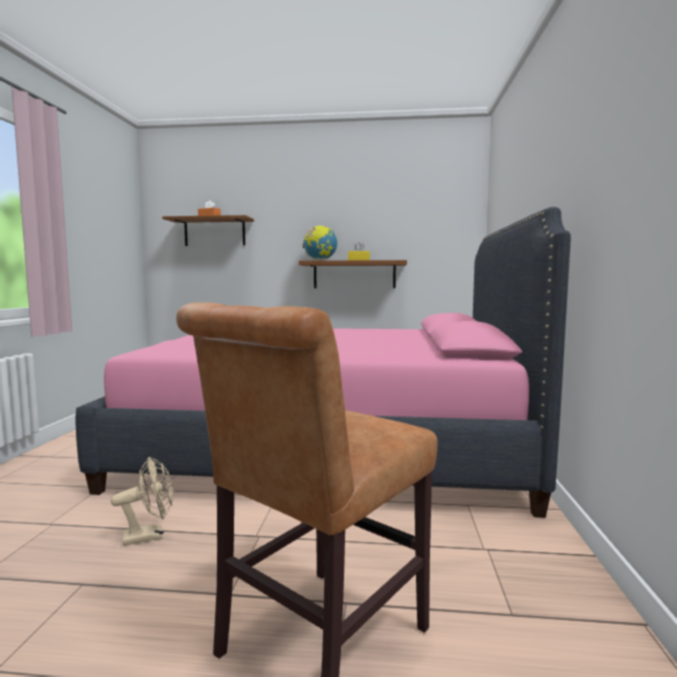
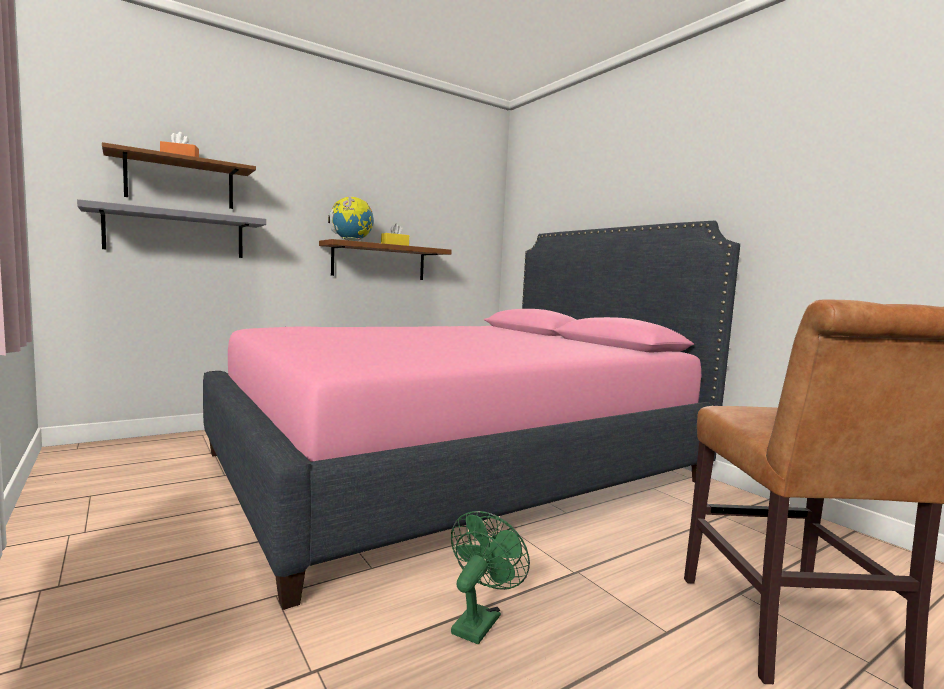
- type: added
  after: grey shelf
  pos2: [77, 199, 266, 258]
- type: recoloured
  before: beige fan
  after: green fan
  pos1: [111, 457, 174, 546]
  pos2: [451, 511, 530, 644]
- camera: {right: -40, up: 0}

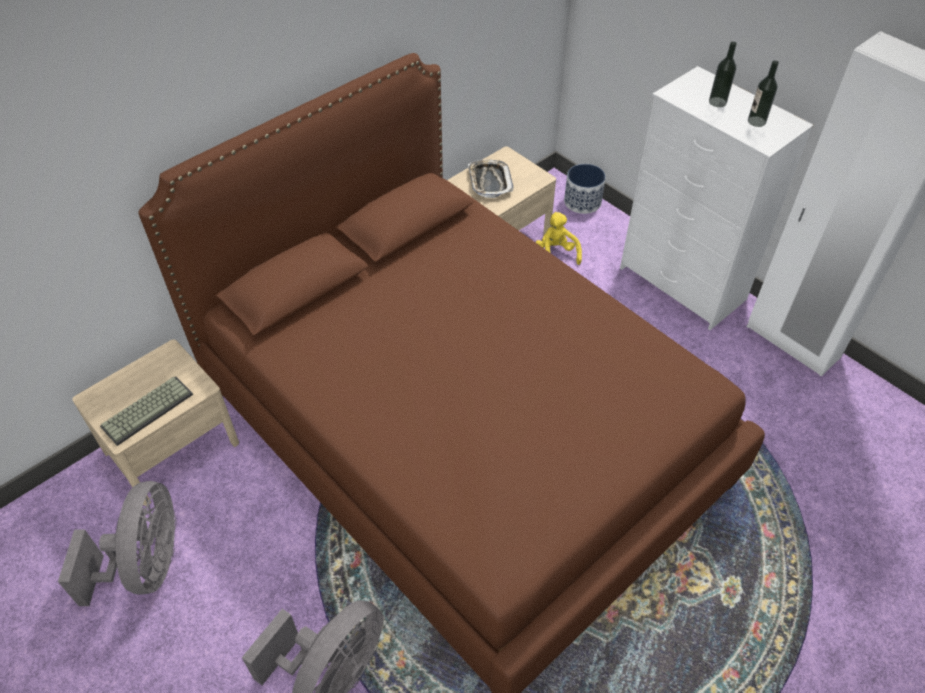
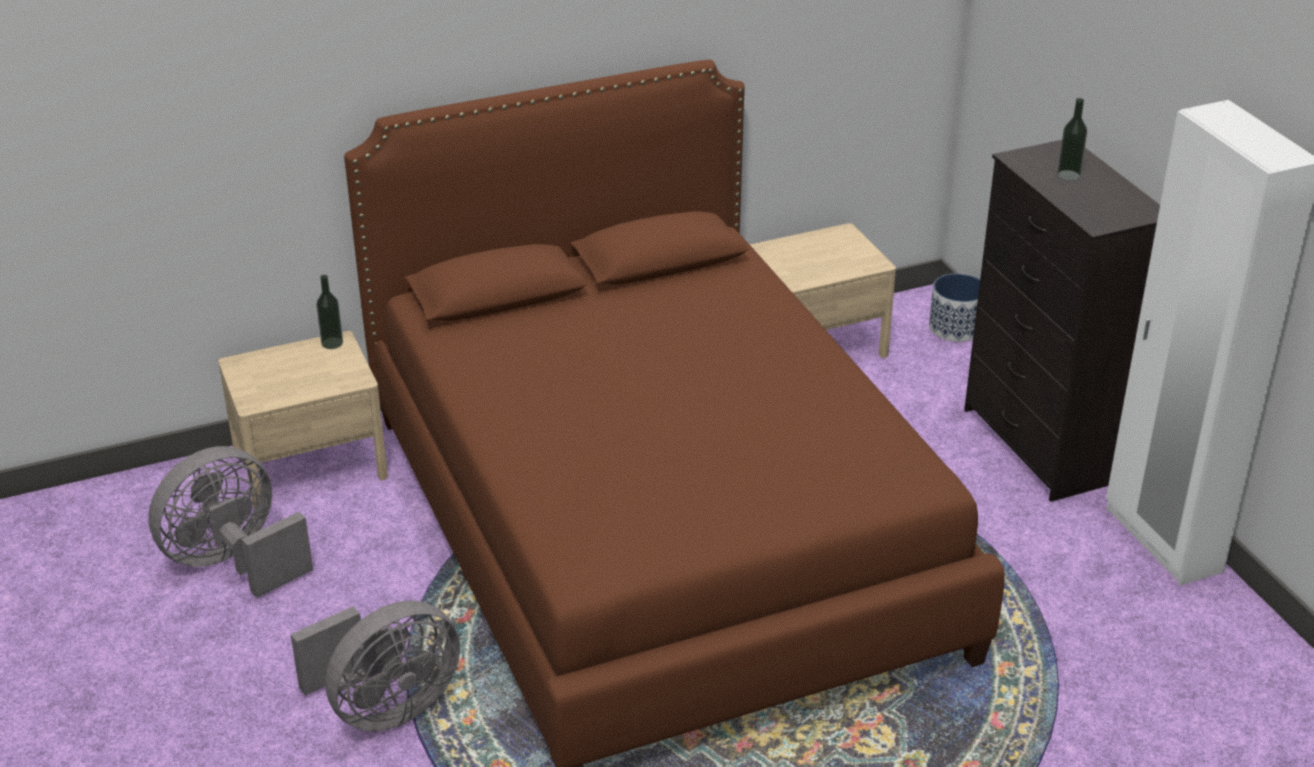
- type: removed
  before: keyboard
  pos1: [100, 376, 193, 446]
- type: removed
  before: tray
  pos1: [468, 160, 513, 198]
- type: removed
  before: yellow plush toy
  pos1: [535, 212, 582, 265]
- type: moved
  before: bottle
  pos1: [748, 60, 779, 127]
  pos2: [316, 275, 343, 349]
- type: recoloured
  before: white dresser
  after: black dresser
  pos1: [620, 66, 814, 330]
  pos2: [964, 140, 1160, 502]
- type: turned
  before: grey fan
  pos1: [58, 481, 176, 606]
  pos2: [148, 446, 313, 598]
  turn: -150
- camera: {right: 20, up: -15}

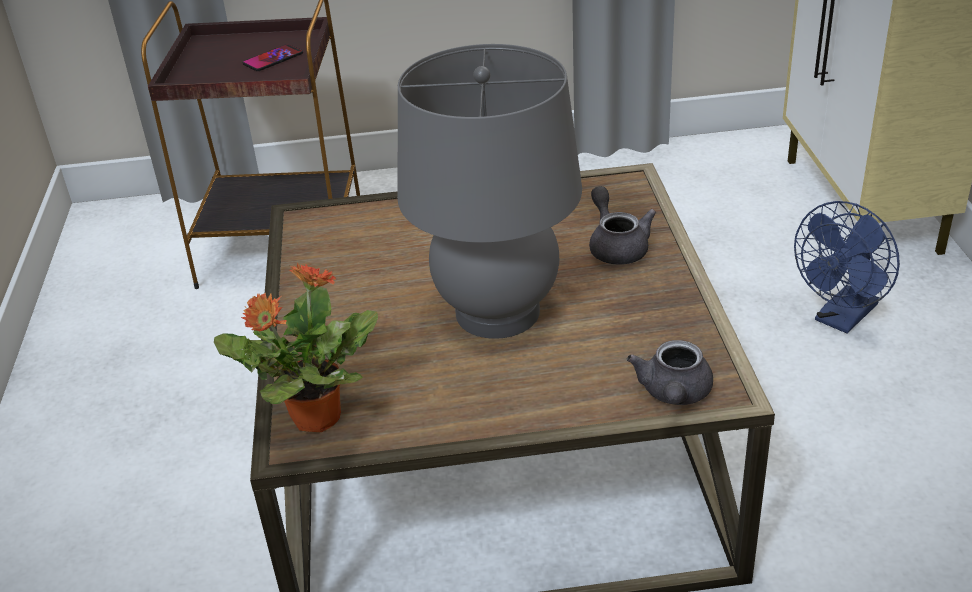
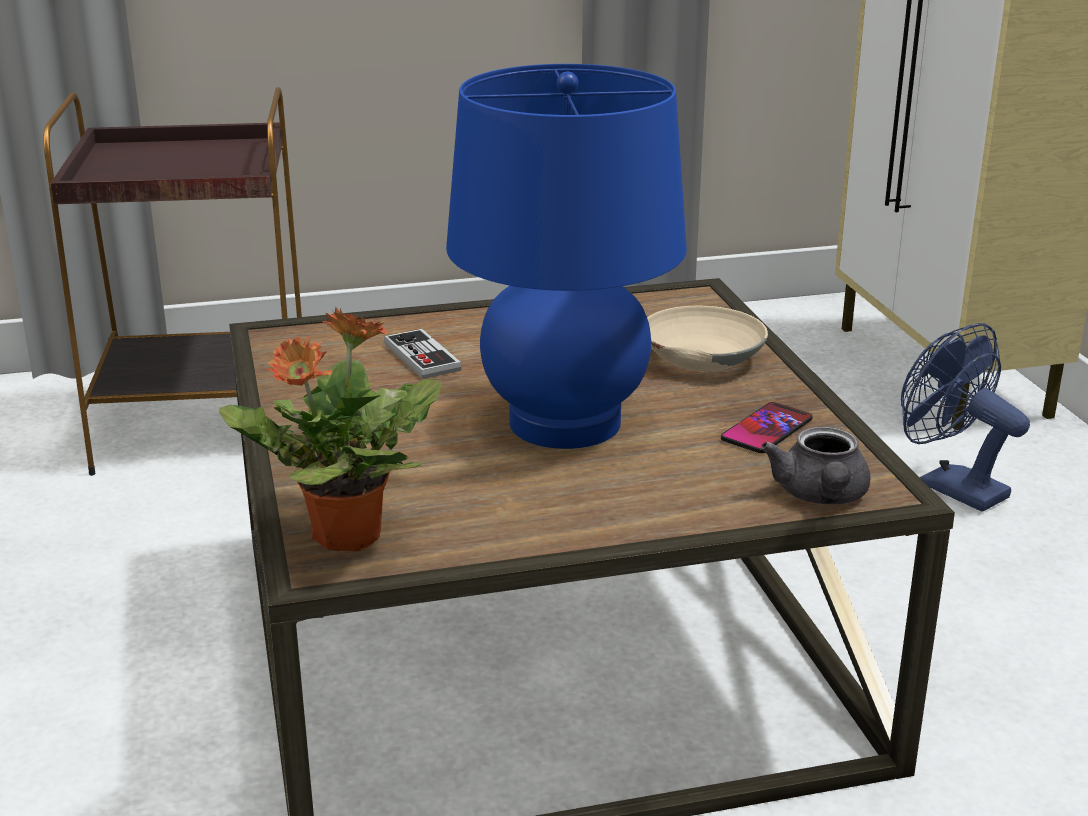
- type: added
  after: game controller
  pos2: [384, 329, 462, 379]
- type: moved
  before: phone
  pos1: [242, 44, 303, 71]
  pos2: [721, 402, 813, 453]
- type: replaced
  before: grey teapot
  after: beige bowl
  pos1: [589, 186, 656, 265]
  pos2: [647, 306, 768, 371]
- type: recoloured
  before: grey table lamp
  after: blue table lamp
  pos1: [398, 44, 582, 339]
  pos2: [446, 64, 687, 449]
- type: turned
  before: blue fan
  pos1: [794, 201, 900, 334]
  pos2: [901, 323, 1030, 512]
  turn: 105
- camera: {right: -10, up: -10}

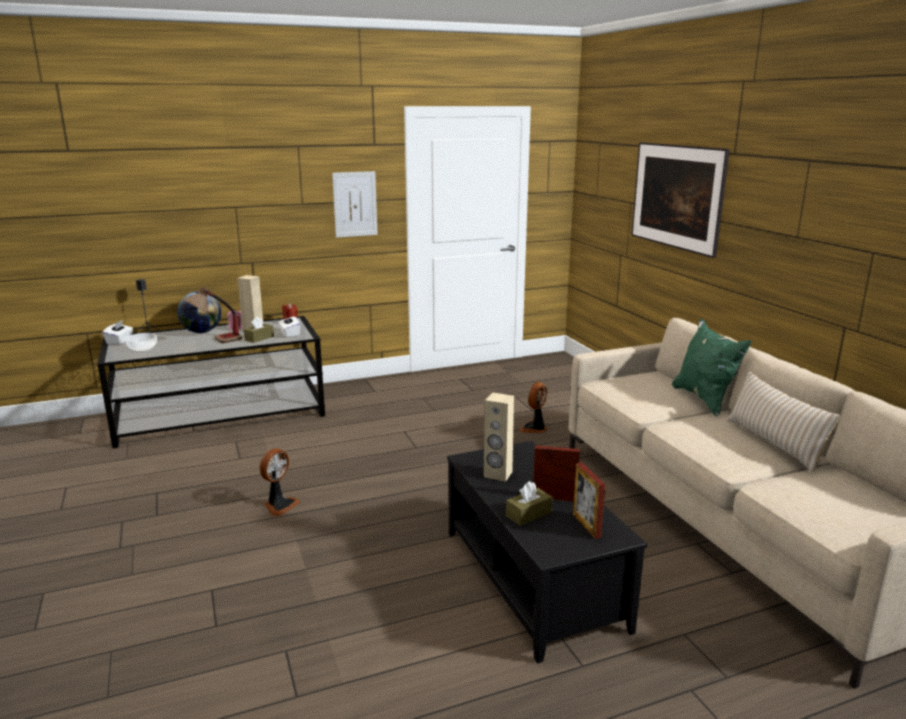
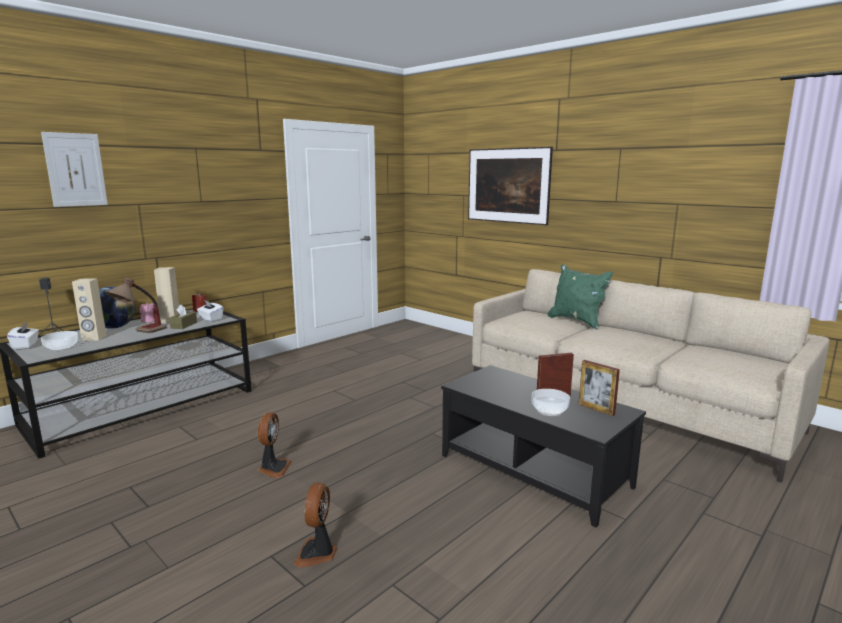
- type: removed
  before: beige pillow
  pos1: [727, 371, 841, 472]
- type: moved
  before: picture
  pos1: [332, 171, 378, 238]
  pos2: [41, 132, 108, 207]
- type: moved
  before: beige speaker
  pos1: [484, 392, 514, 482]
  pos2: [72, 279, 107, 341]
- type: moved
  before: fan
  pos1: [519, 382, 548, 433]
  pos2: [294, 482, 337, 567]
- type: replaced
  before: brown tissue box
  after: bowl
  pos1: [506, 481, 553, 526]
  pos2: [532, 389, 570, 416]
- camera: {right: -25, up: -5}

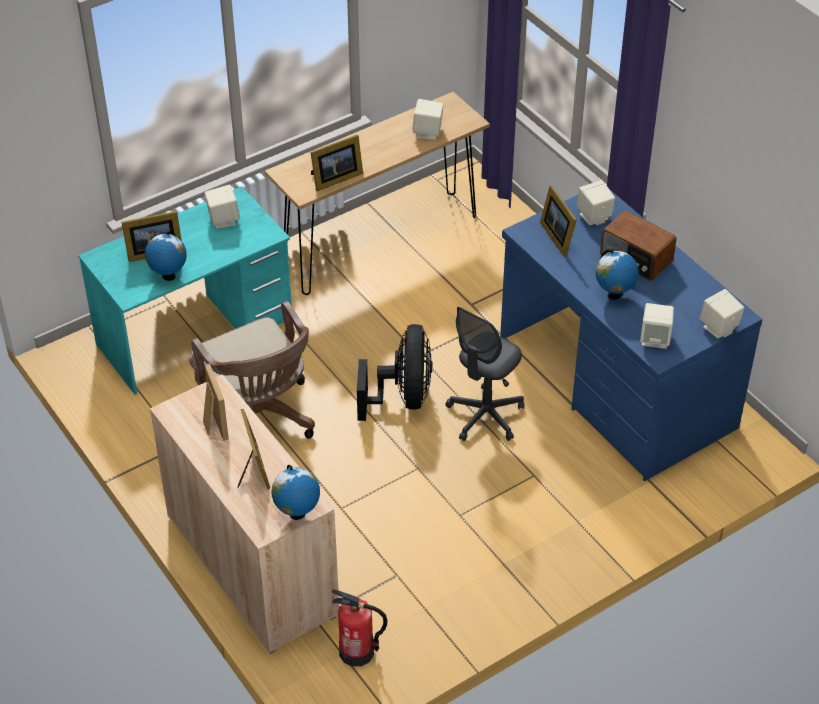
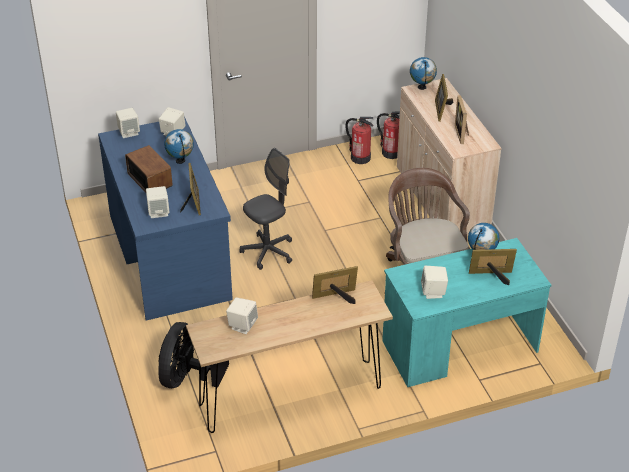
- type: added
  after: fire extinguisher
  pos2: [345, 117, 374, 164]
- type: moved
  before: black fan
  pos1: [357, 324, 432, 421]
  pos2: [158, 322, 229, 388]
- camera: {right: -165, up: -5}

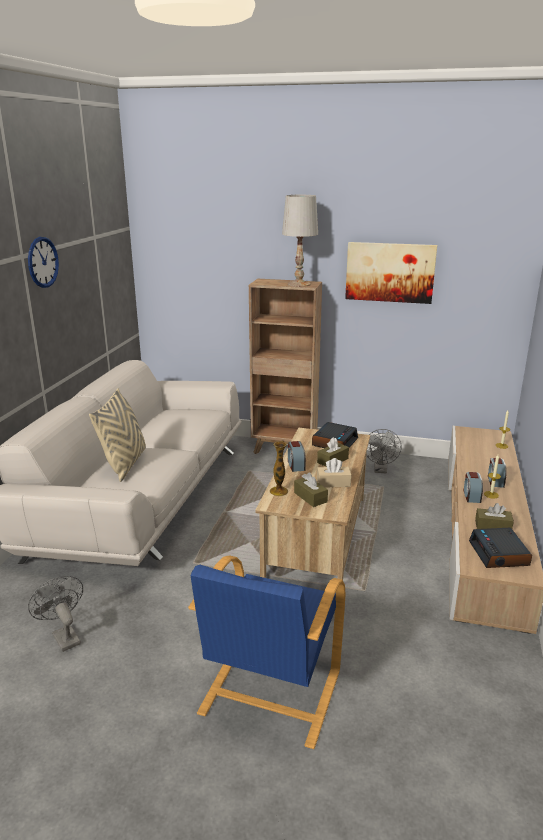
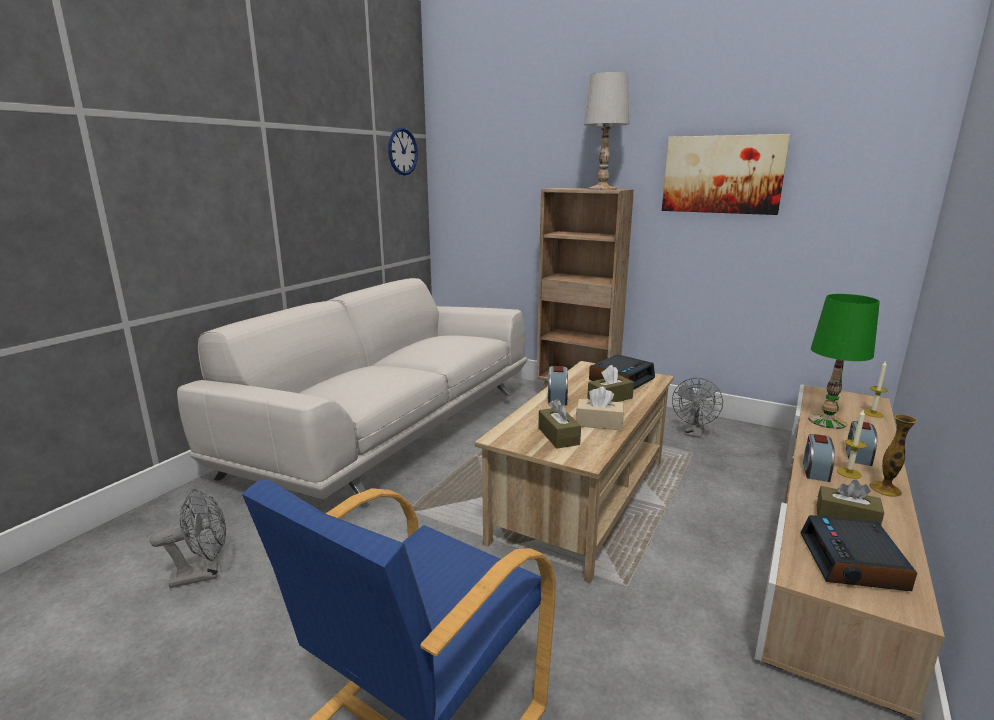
- type: removed
  before: beige pillow
  pos1: [89, 388, 146, 482]
- type: added
  after: green table lamp
  pos2: [808, 294, 880, 429]
- type: moved
  before: wall clock
  pos1: [28, 237, 59, 288]
  pos2: [388, 127, 418, 175]
- type: moved
  before: vase
  pos1: [270, 442, 288, 496]
  pos2: [869, 414, 918, 497]
- type: turned
  before: grey fan
  pos1: [28, 576, 83, 652]
  pos2: [150, 489, 226, 588]
  turn: 90
- camera: {right: 15, up: -5}

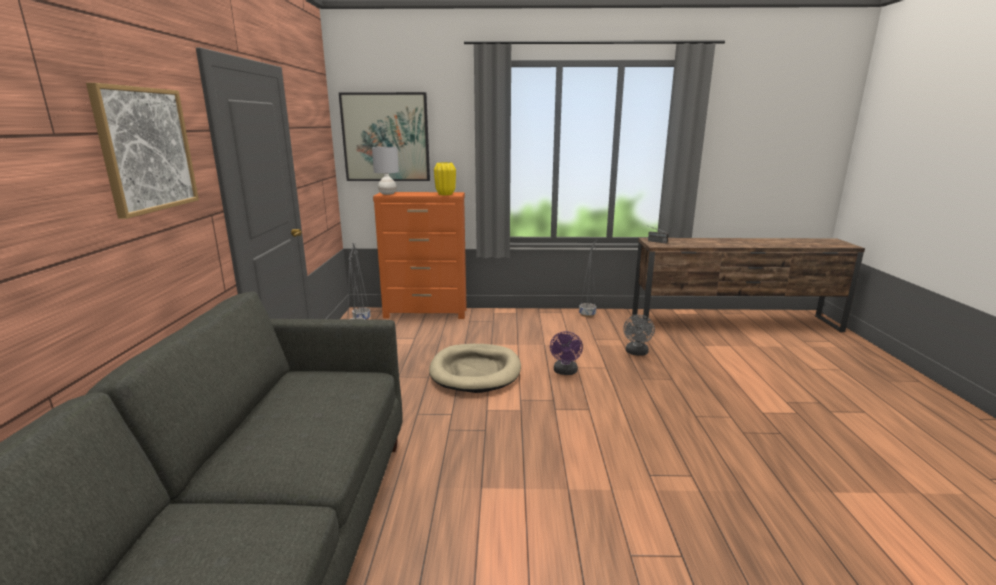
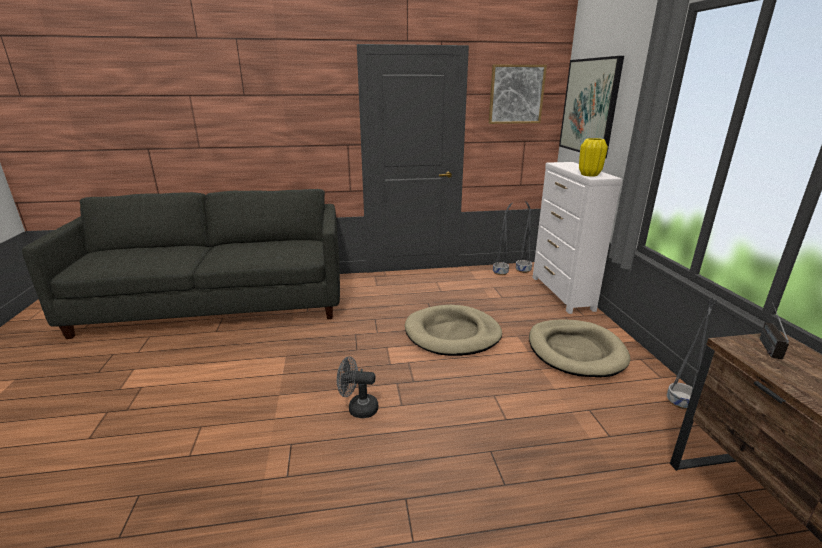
- type: removed
  before: grey table lamp
  pos1: [372, 147, 399, 195]
- type: removed
  before: purple fan
  pos1: [550, 331, 583, 375]
- type: added
  after: beige dog bed
  pos2: [529, 319, 631, 377]
- type: moved
  before: picture
  pos1: [86, 83, 199, 219]
  pos2: [489, 65, 547, 124]
- type: moved
  before: grey fan
  pos1: [623, 315, 655, 356]
  pos2: [337, 356, 378, 418]
- type: recoloured
  before: orange dresser
  after: white dresser
  pos1: [373, 192, 467, 319]
  pos2: [533, 162, 622, 314]
- camera: {right: 80, up: 5}

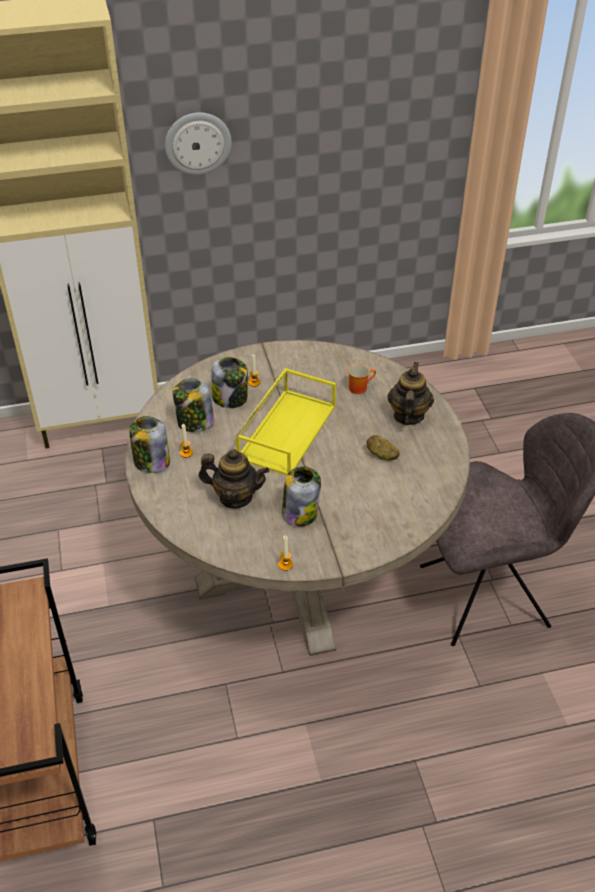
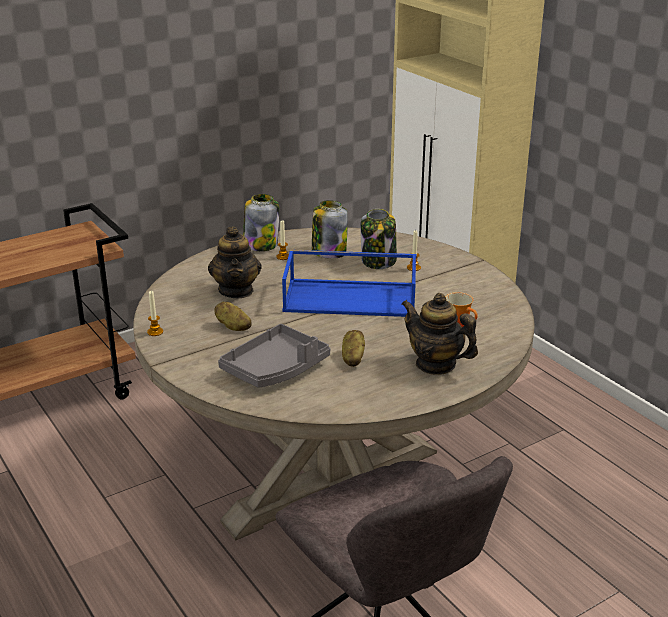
- type: removed
  before: wall clock
  pos1: [165, 113, 232, 175]
- type: added
  after: grey tray
  pos2: [218, 324, 330, 388]
- type: replaced
  before: jar
  after: potato
  pos1: [282, 466, 321, 527]
  pos2: [214, 302, 252, 331]
- type: recoloured
  before: yellow tray
  after: blue tray
  pos1: [236, 368, 336, 476]
  pos2: [282, 250, 416, 317]
- type: turned
  before: teapot
  pos1: [388, 362, 434, 425]
  pos2: [402, 293, 478, 375]
  turn: -135
- camera: {right: 70, up: -15}

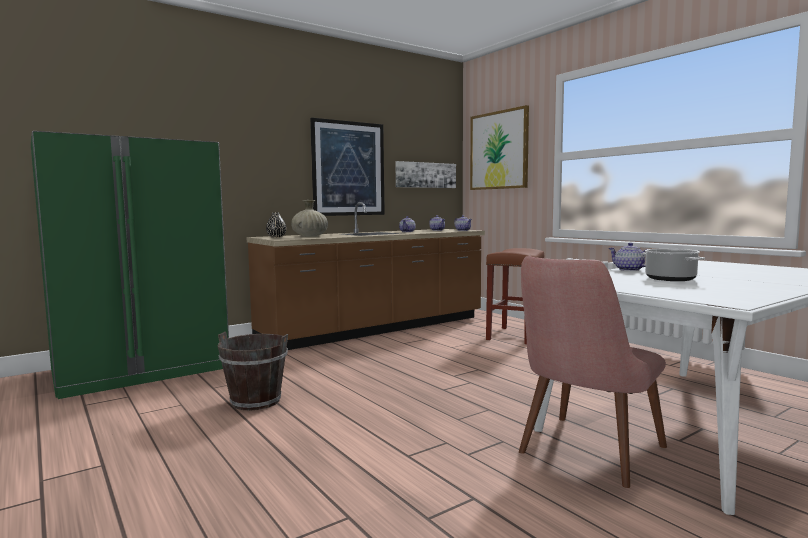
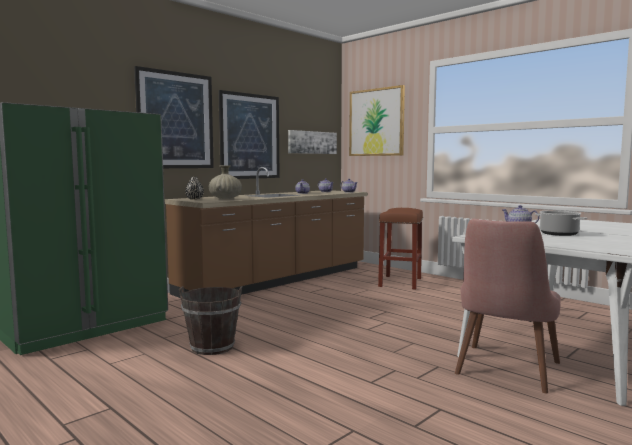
- type: added
  after: picture
  pos2: [134, 66, 214, 168]
- camera: {right: -10, up: 0}

